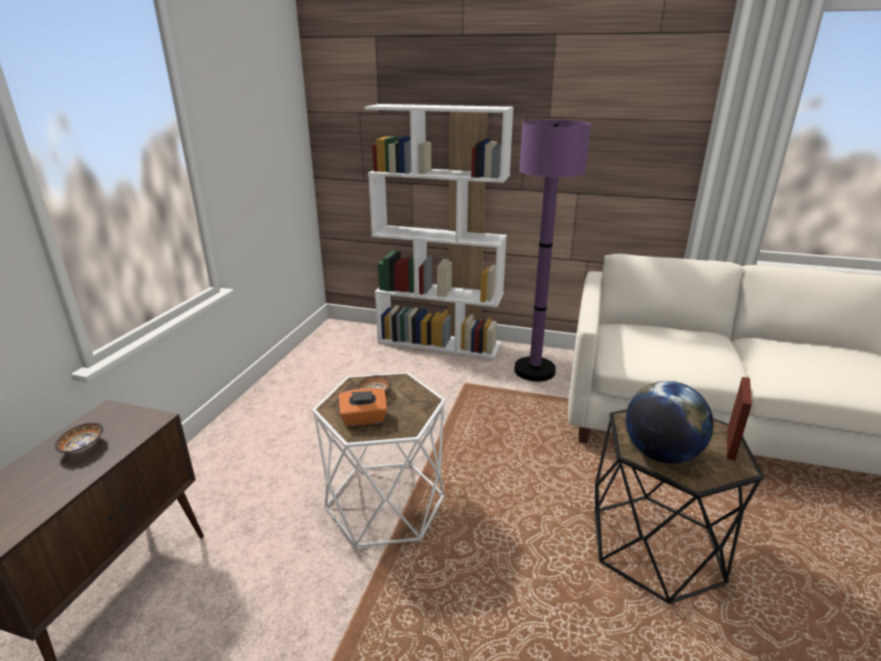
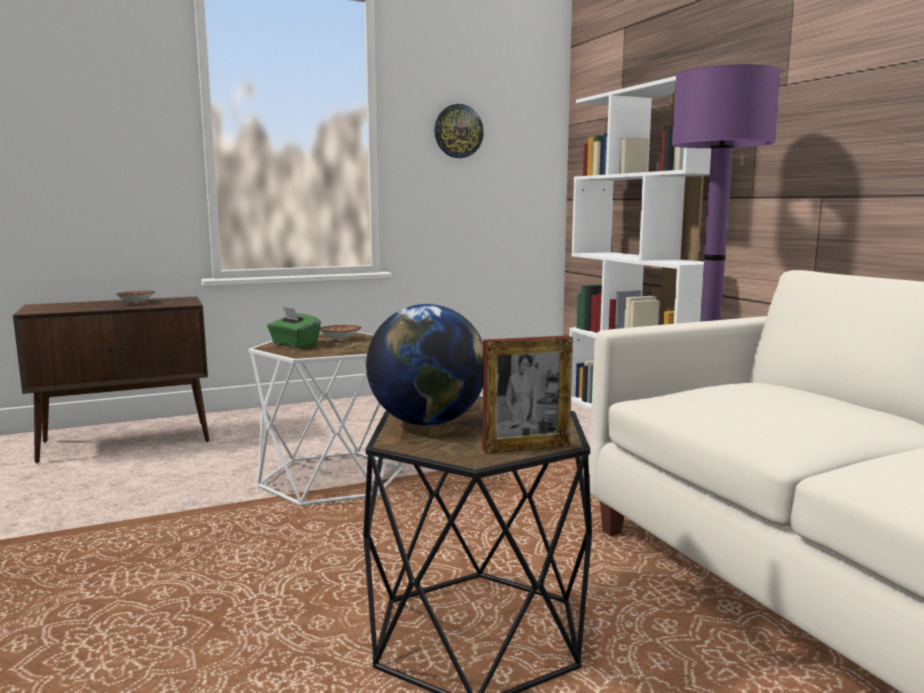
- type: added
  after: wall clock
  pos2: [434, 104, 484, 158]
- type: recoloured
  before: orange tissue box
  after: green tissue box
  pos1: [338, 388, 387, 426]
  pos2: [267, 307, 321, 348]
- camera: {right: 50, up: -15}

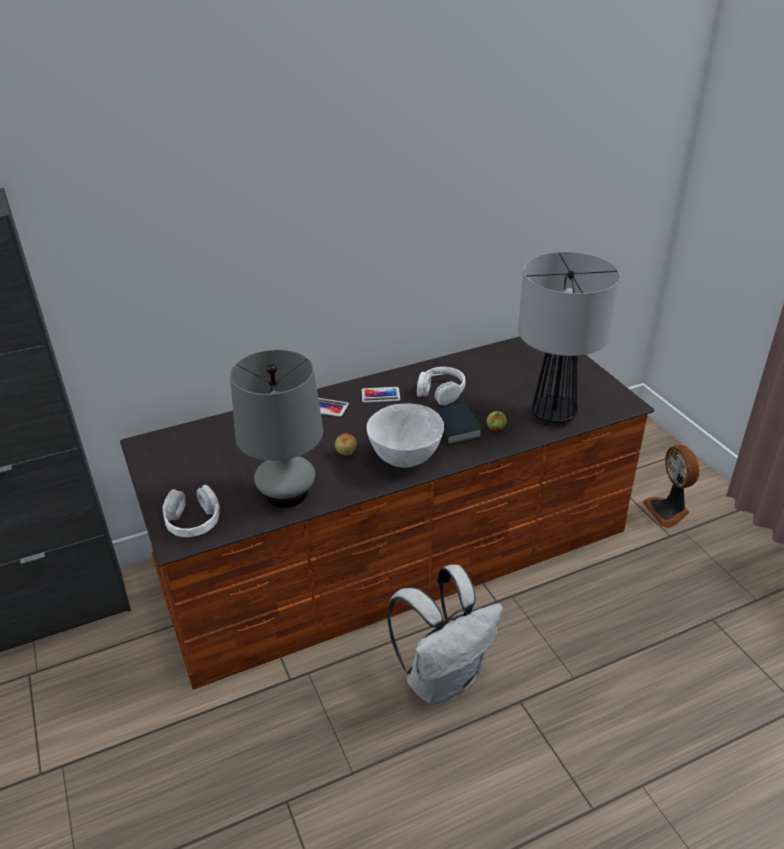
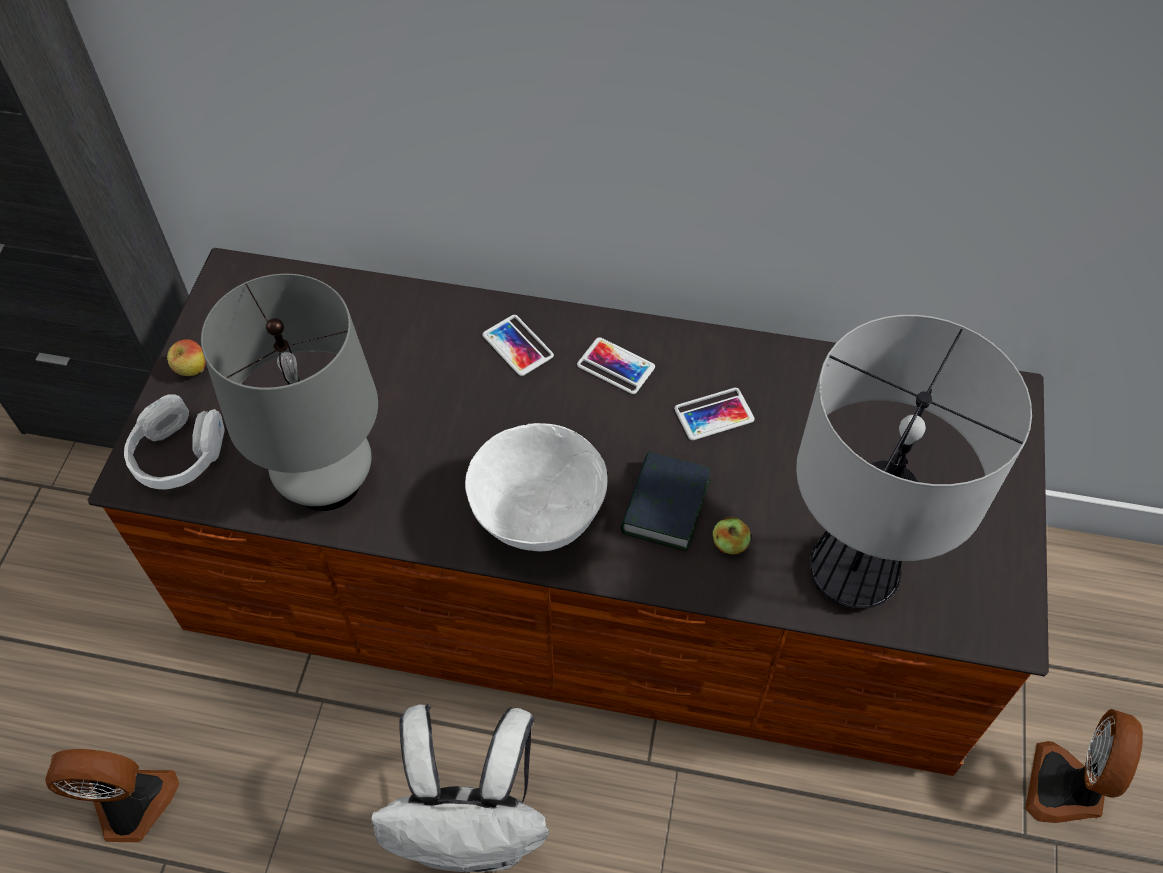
- type: added
  after: fan
  pos2: [45, 749, 179, 842]
- type: moved
  before: apple
  pos1: [335, 433, 357, 455]
  pos2: [167, 339, 206, 376]
- type: replaced
  before: white headphones
  after: phone
  pos1: [417, 367, 466, 405]
  pos2: [674, 388, 755, 440]
- camera: {right: 35, up: 20}

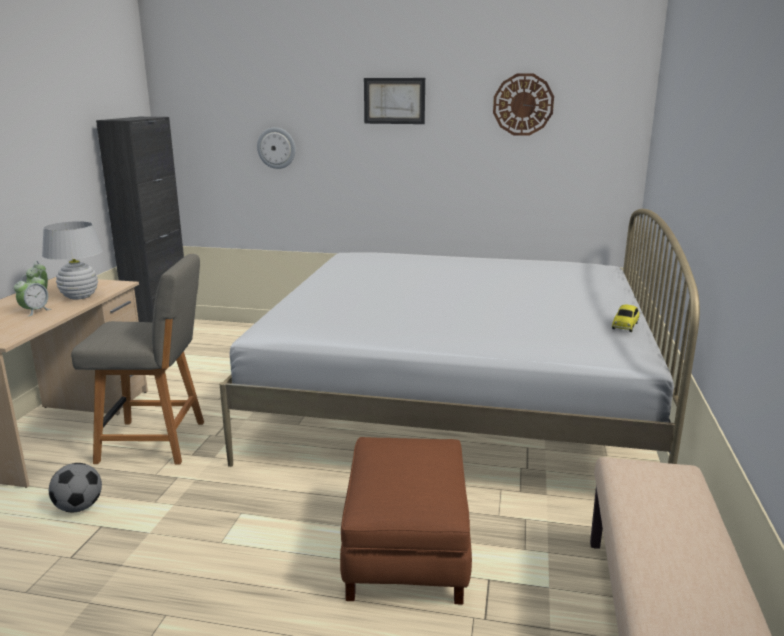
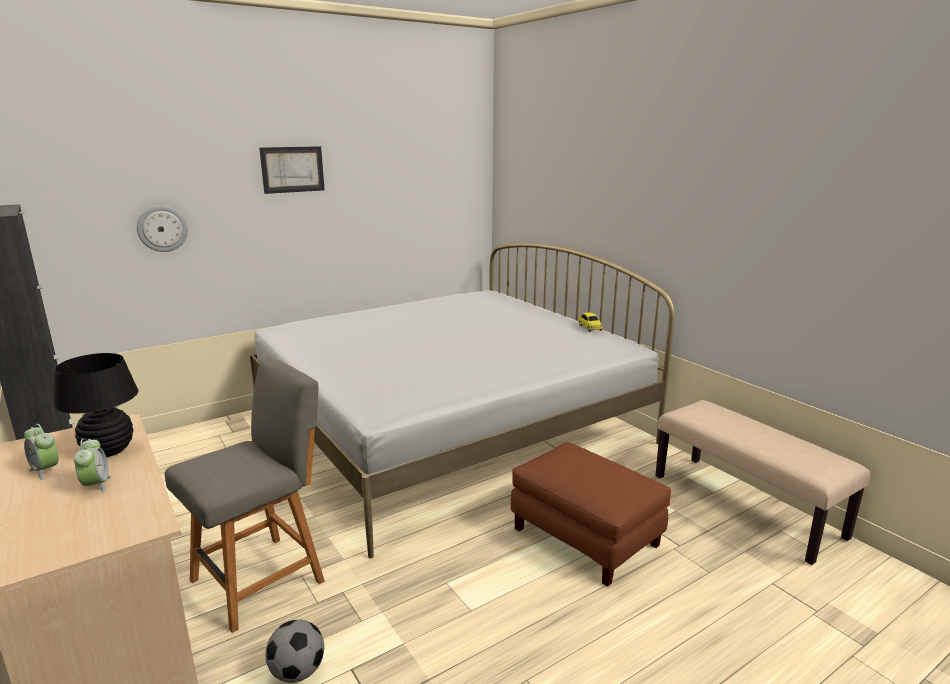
- type: removed
  before: wall clock
  pos1: [493, 73, 554, 136]
- type: recoloured
  before: white table lamp
  after: black table lamp
  pos1: [42, 221, 103, 300]
  pos2: [54, 353, 138, 457]
- camera: {right: -45, up: 0}

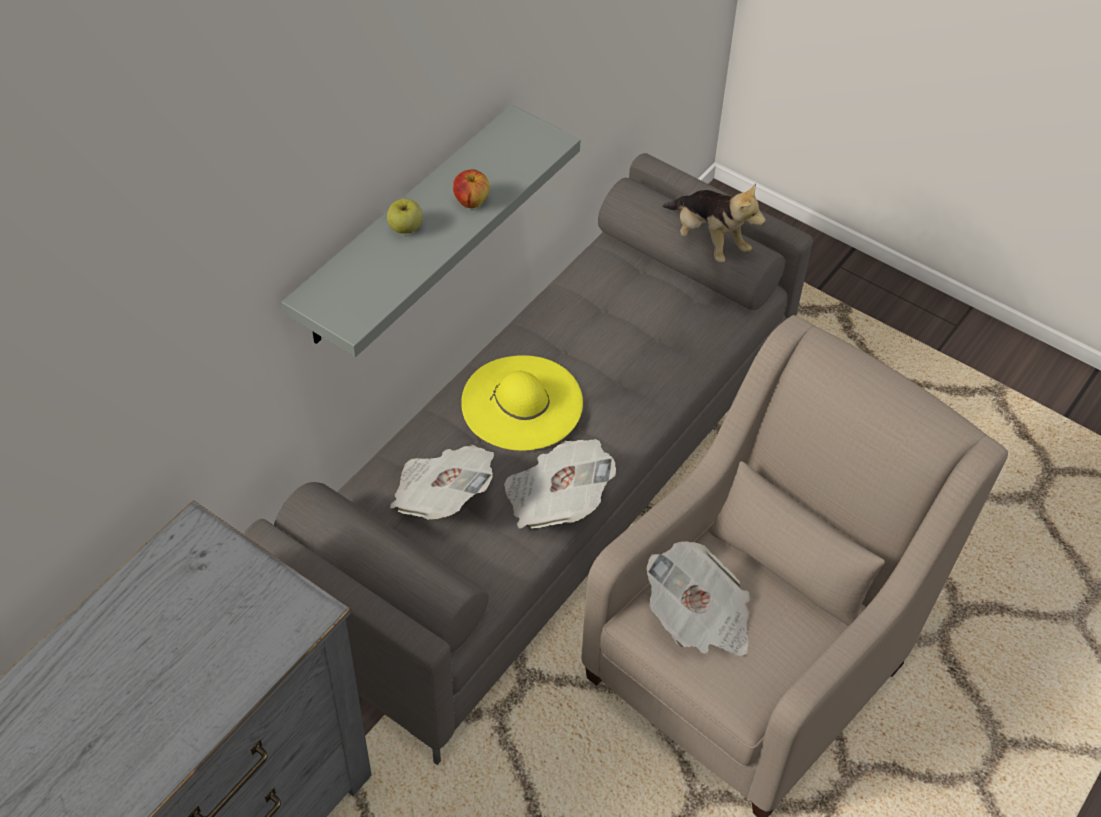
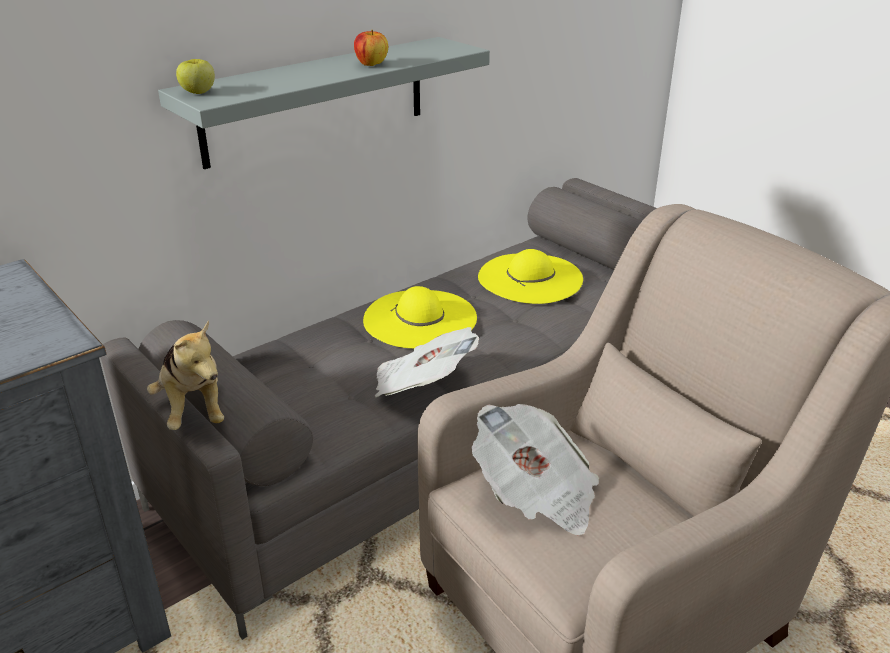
- type: removed
  before: newspaper
  pos1: [390, 445, 494, 520]
- type: added
  after: yellow hat
  pos2: [478, 249, 583, 304]
- type: moved
  before: apple
  pos1: [387, 199, 423, 234]
  pos2: [176, 59, 215, 94]
- type: moved
  before: plush toy
  pos1: [662, 183, 766, 263]
  pos2: [147, 320, 224, 430]
- camera: {right: 15, up: -20}

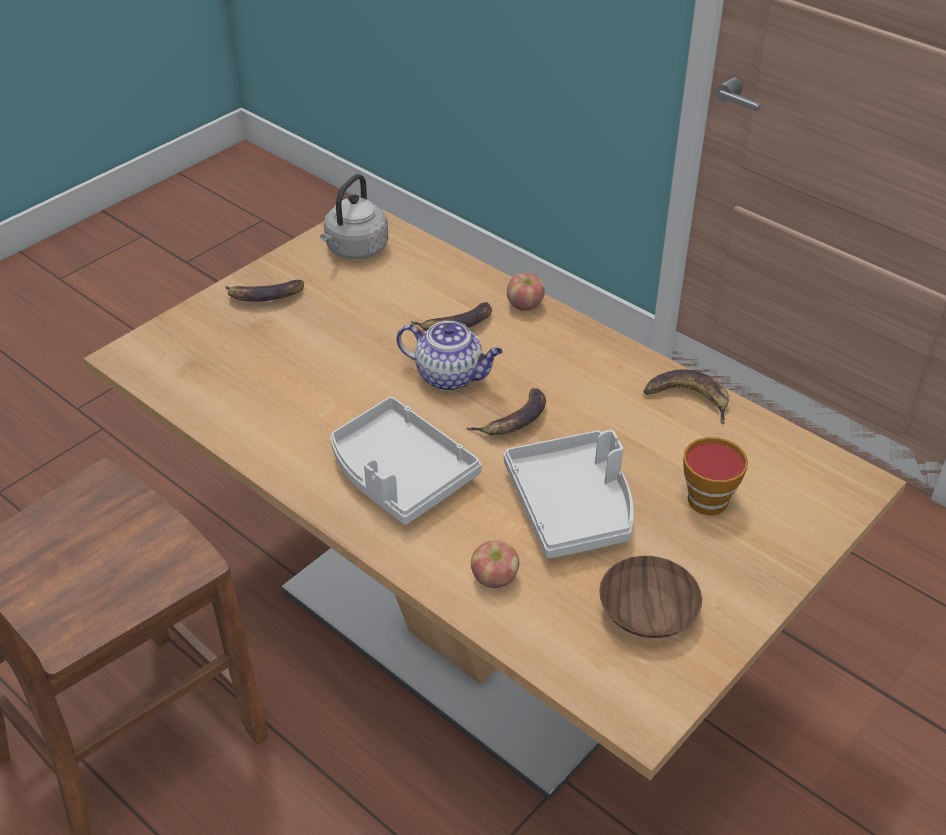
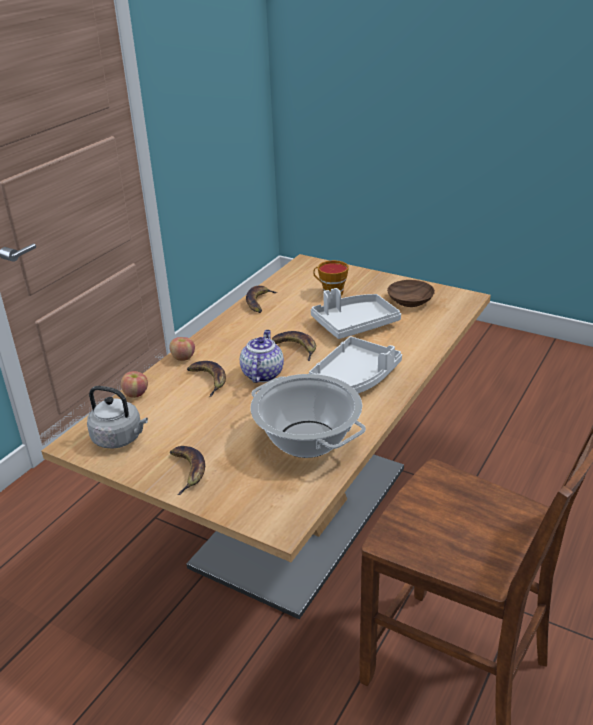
- type: added
  after: cooking pot
  pos2: [250, 374, 366, 458]
- type: moved
  before: apple
  pos1: [471, 540, 519, 588]
  pos2: [121, 371, 148, 398]
- camera: {right: -100, up: -10}

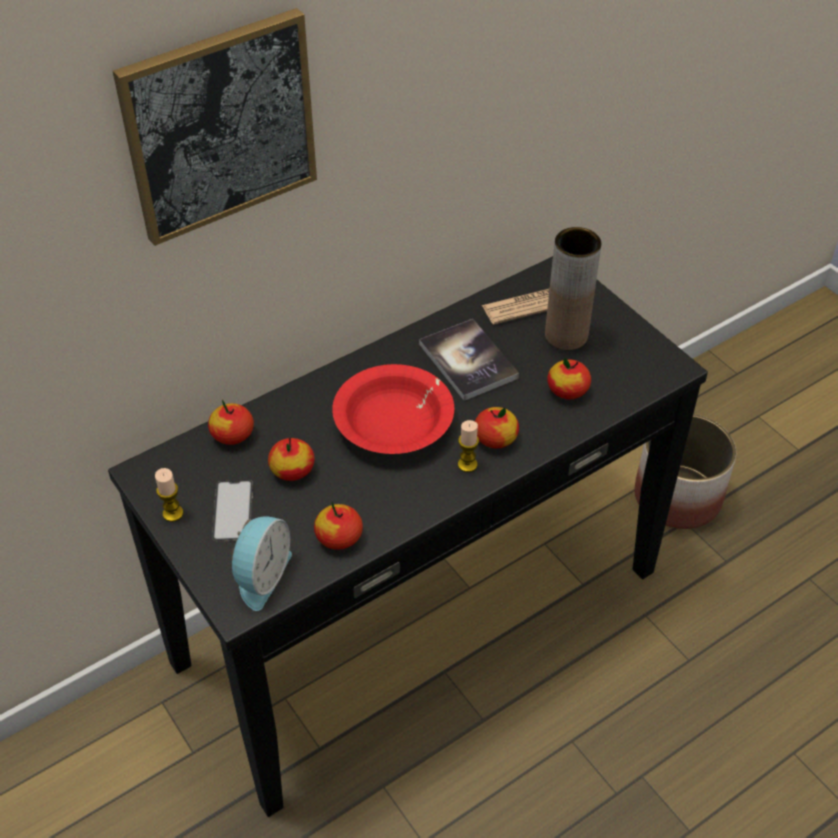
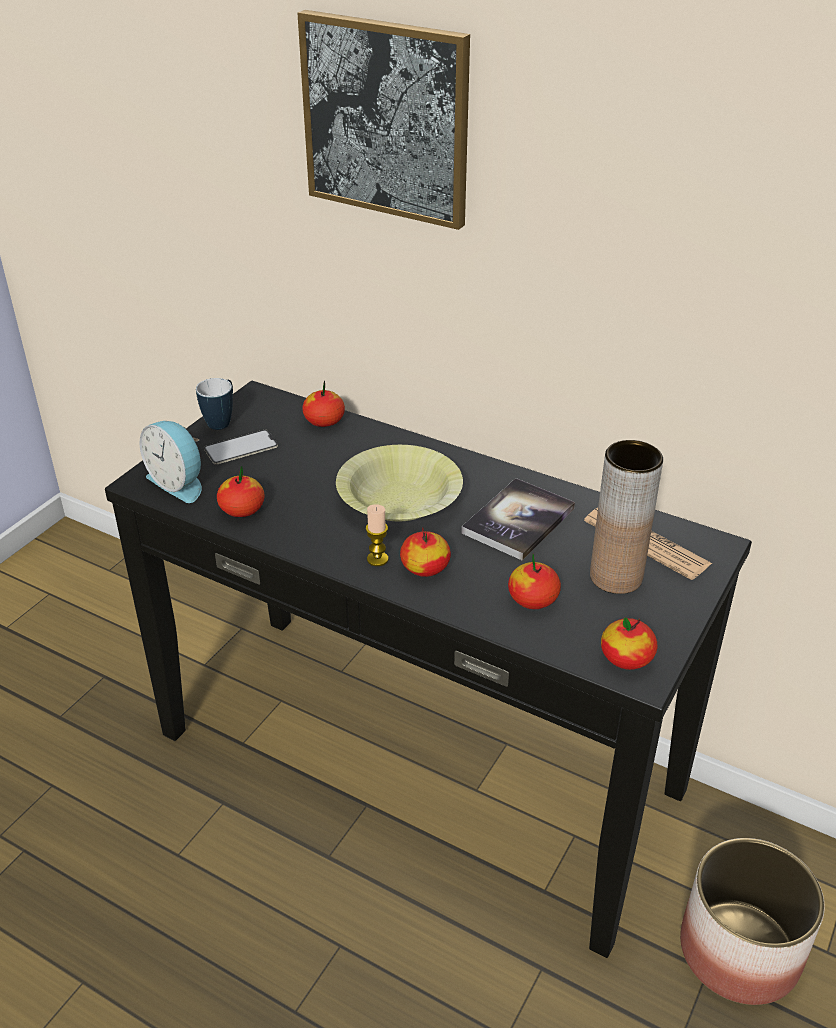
- type: moved
  before: apple
  pos1: [268, 437, 315, 481]
  pos2: [601, 617, 657, 670]
- type: replaced
  before: candle
  after: mug
  pos1: [155, 468, 183, 522]
  pos2: [196, 378, 233, 430]
- type: recoloured
  before: red bowl
  after: yellow bowl
  pos1: [332, 364, 454, 454]
  pos2: [336, 445, 463, 521]
- type: turned
  before: alarm clock
  pos1: [231, 516, 292, 611]
  pos2: [139, 421, 202, 503]
  turn: 45
- camera: {right: 65, up: -10}

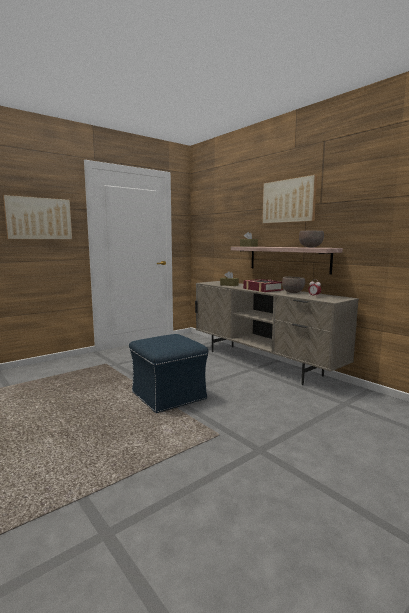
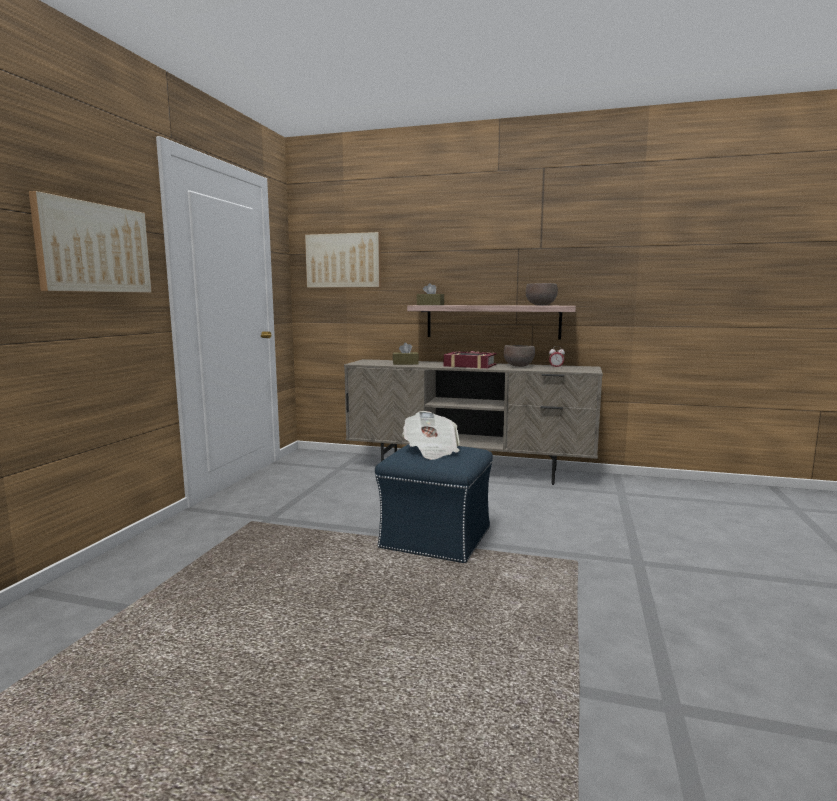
- type: added
  after: newspaper
  pos2: [402, 411, 460, 460]
- type: moved
  before: picture
  pos1: [262, 175, 317, 224]
  pos2: [305, 232, 381, 288]
- camera: {right: -35, up: 0}

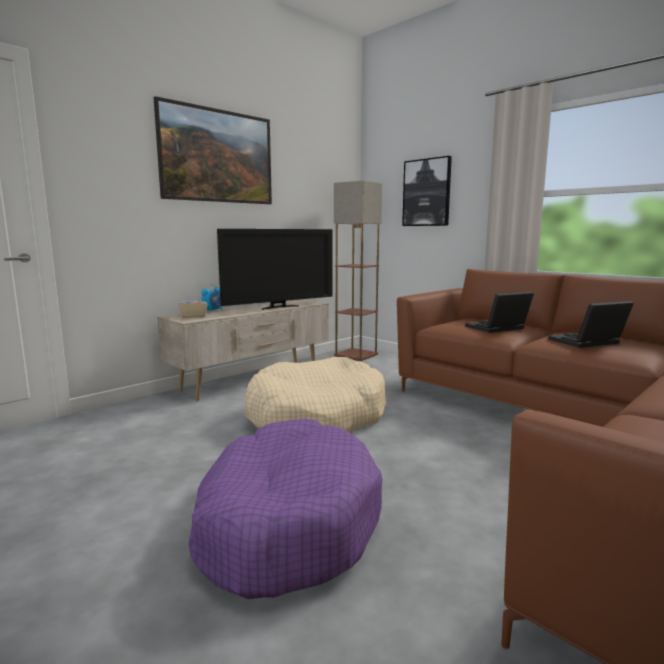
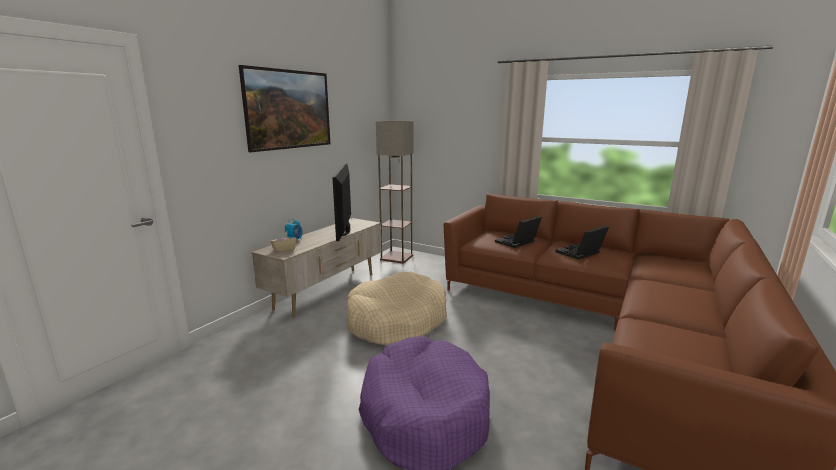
- type: removed
  before: picture
  pos1: [402, 156, 452, 226]
- type: turned
  before: television
  pos1: [217, 229, 332, 310]
  pos2: [332, 163, 351, 241]
  turn: 135
- camera: {right: -15, up: 5}

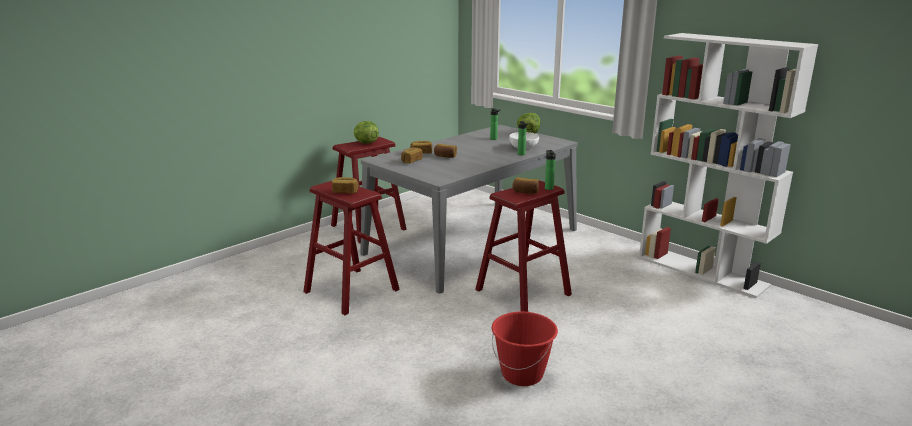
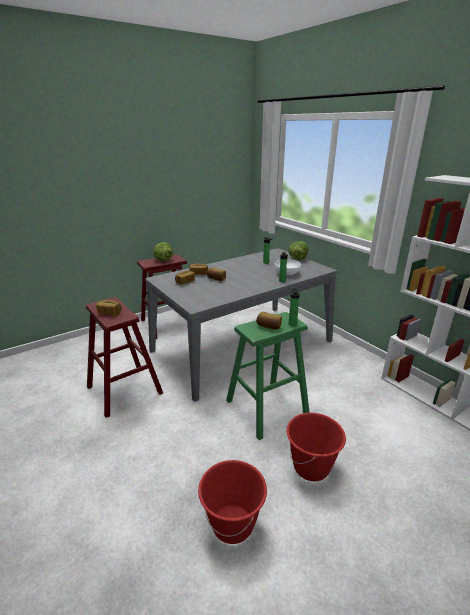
- type: added
  after: red bucket
  pos2: [286, 413, 346, 481]
- type: recoloured
  before: red stool
  after: green stool
  pos1: [475, 181, 572, 312]
  pos2: [226, 312, 310, 440]
- camera: {right: 10, up: 5}

